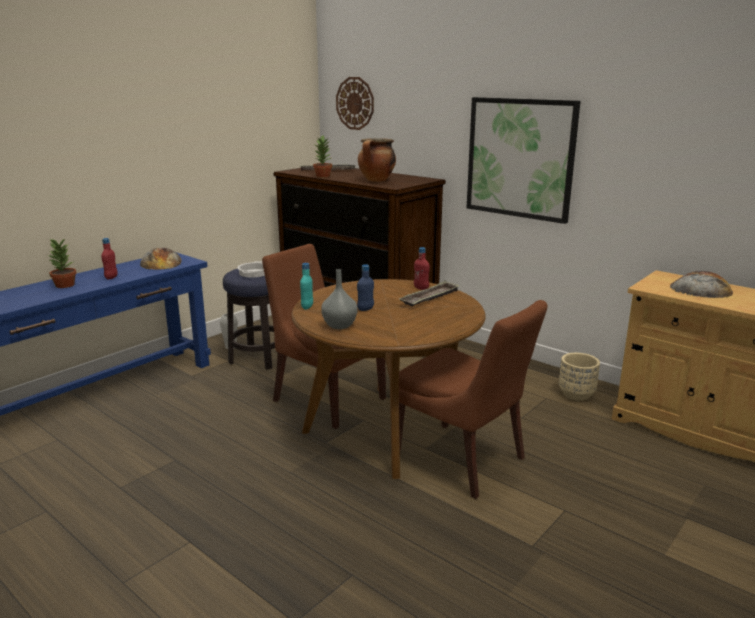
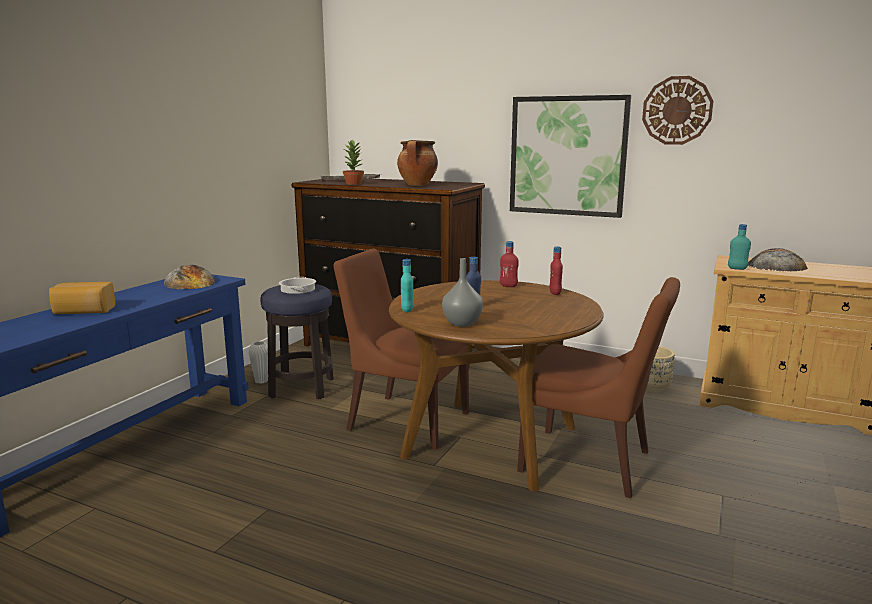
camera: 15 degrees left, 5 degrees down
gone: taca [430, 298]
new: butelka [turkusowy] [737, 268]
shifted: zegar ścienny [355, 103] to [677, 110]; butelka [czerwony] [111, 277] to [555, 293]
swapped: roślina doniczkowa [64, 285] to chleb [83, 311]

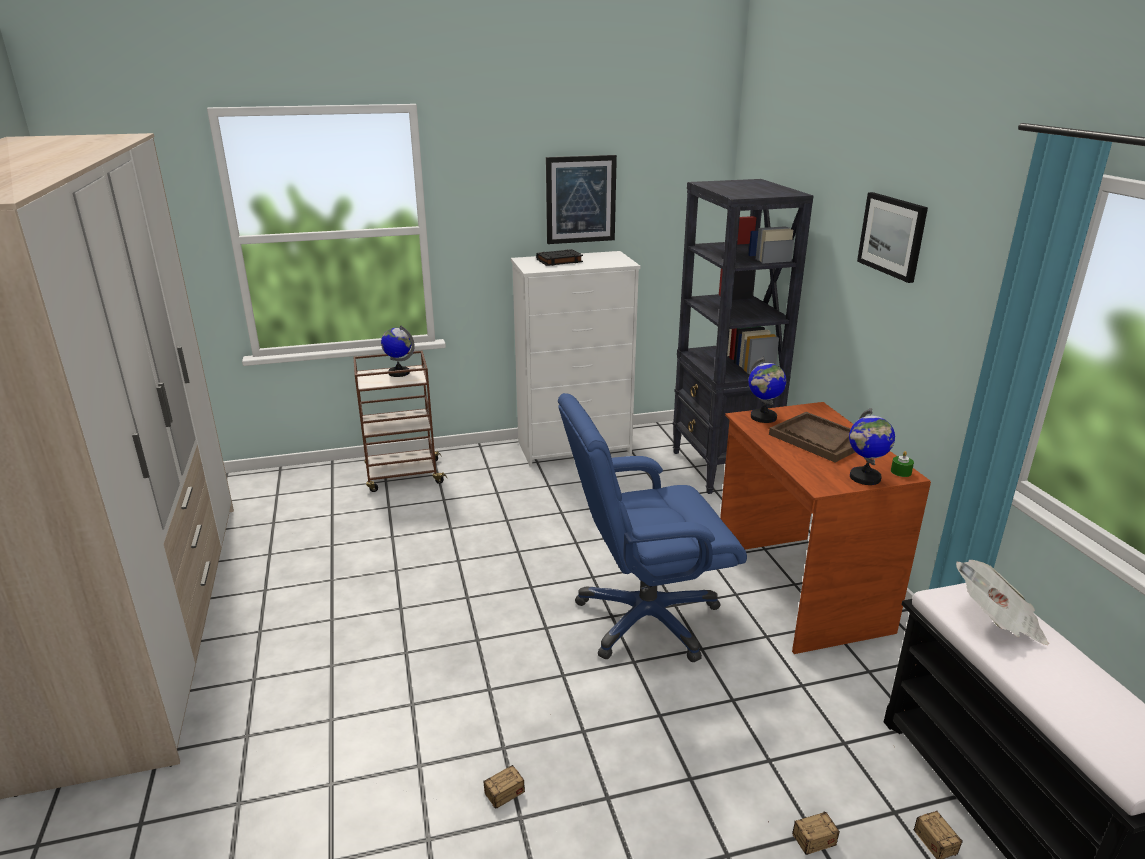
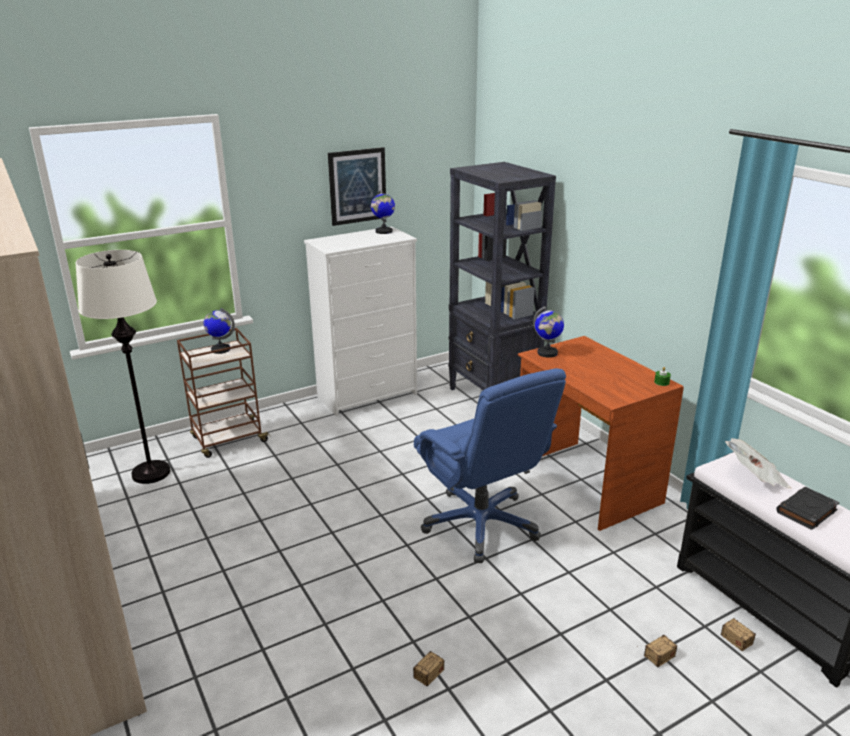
camera: 15 degrees left, 0 degrees up
gone: obraz [892, 236]; taca [brązowy] [818, 439]
new: lampa stojąca [biały] [151, 473]
shifted: książka [czarny] [559, 261] to [806, 511]; globus [864, 478] to [383, 231]
rotated: krzesło biurowe [niebieski] [645, 619] = [481, 524] 90 degrees counterclockwise

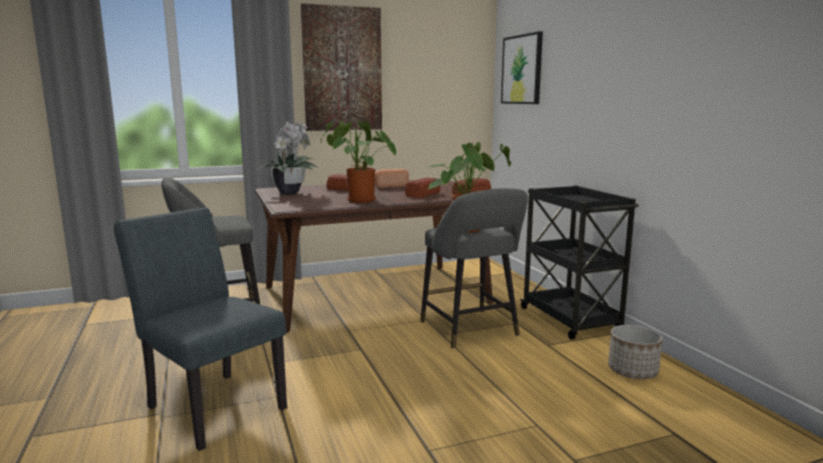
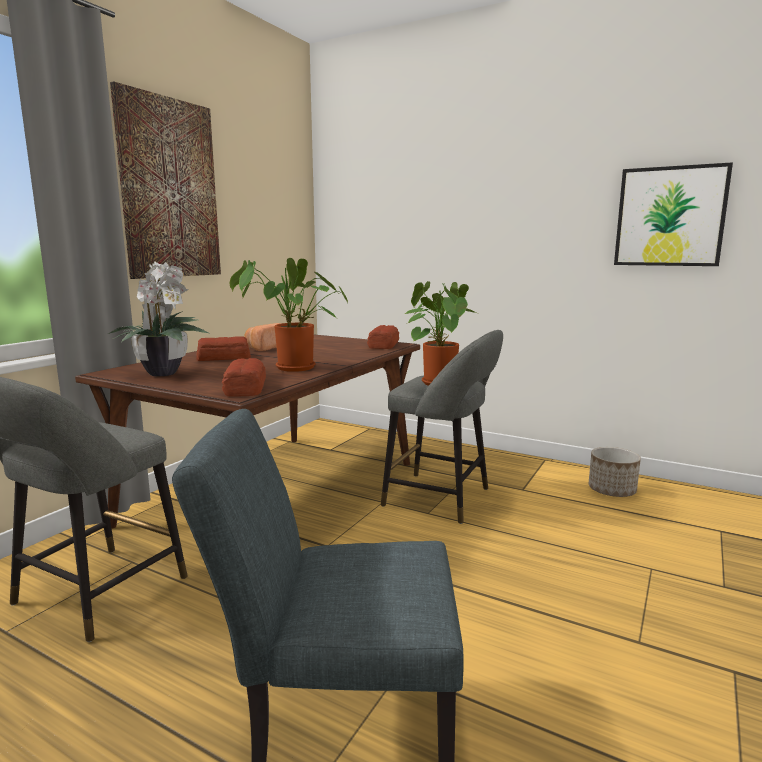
camera: 40 degrees left, 0 degrees up
gone: wózek [czarny] [570, 320]
shifted: obraz [522, 69] to [670, 217]; chleb [423, 194] to [246, 388]

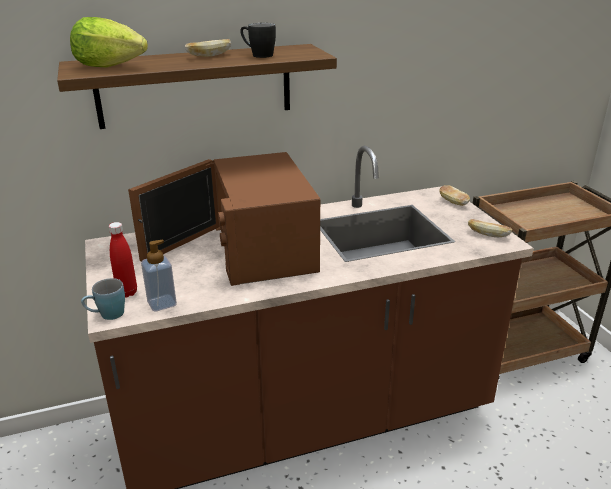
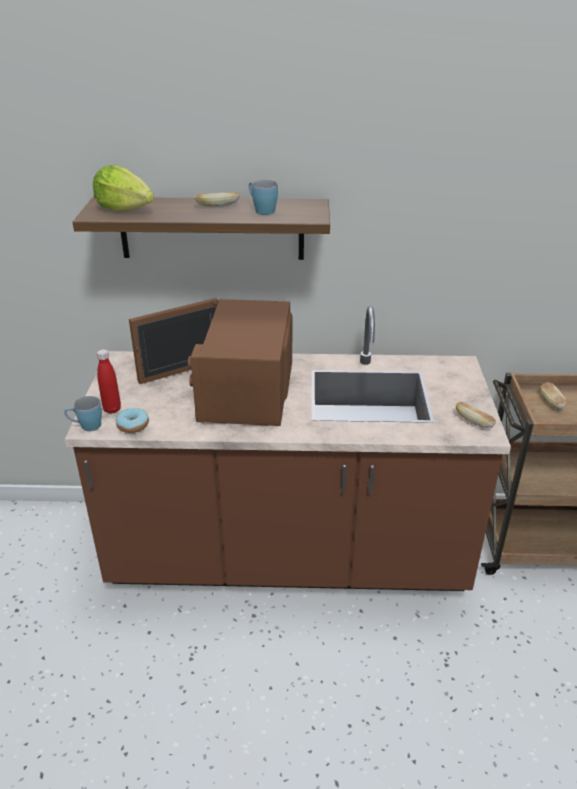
camera: 20 degrees right, 5 degrees up
shifted: chleb [453, 202] to [551, 402]
swapped: dozownik mydła [162, 303] to donut [133, 425]
repainted: kubek [czarny] [258, 55] to kubek [niebieski] [261, 210]

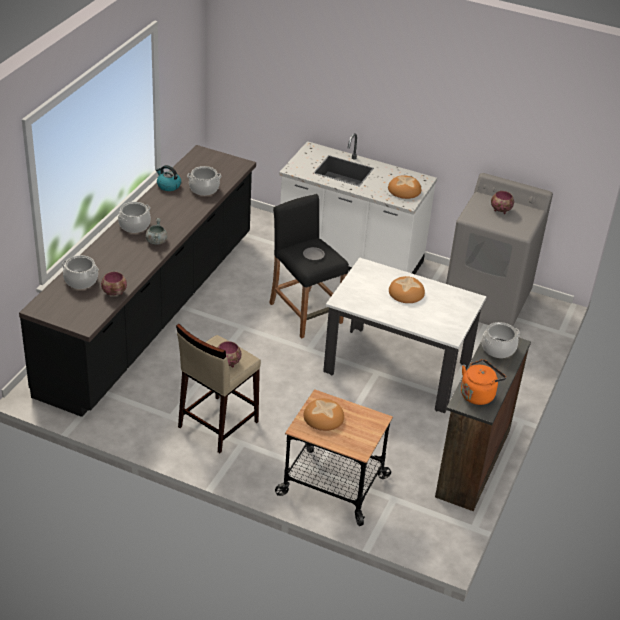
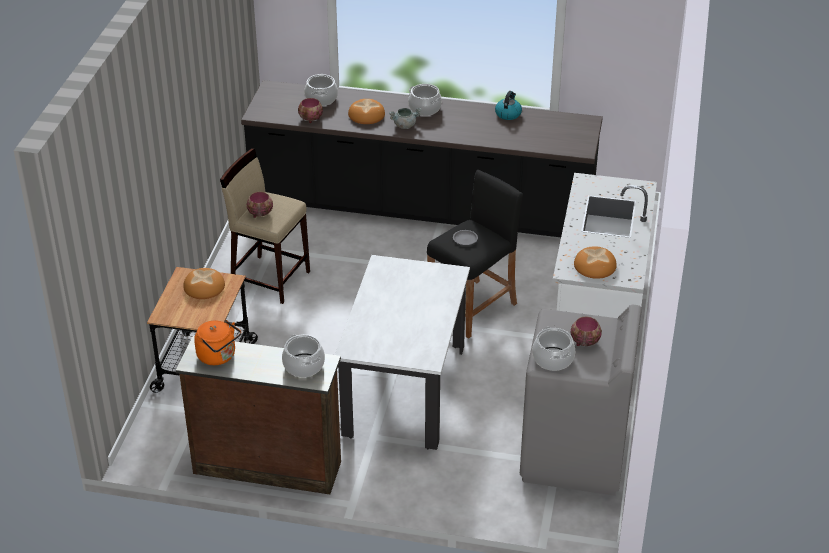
camera: 80 degrees right, 0 degrees up
shifted: garnek [204, 188] to [553, 359]; chleb [406, 293] to [366, 115]

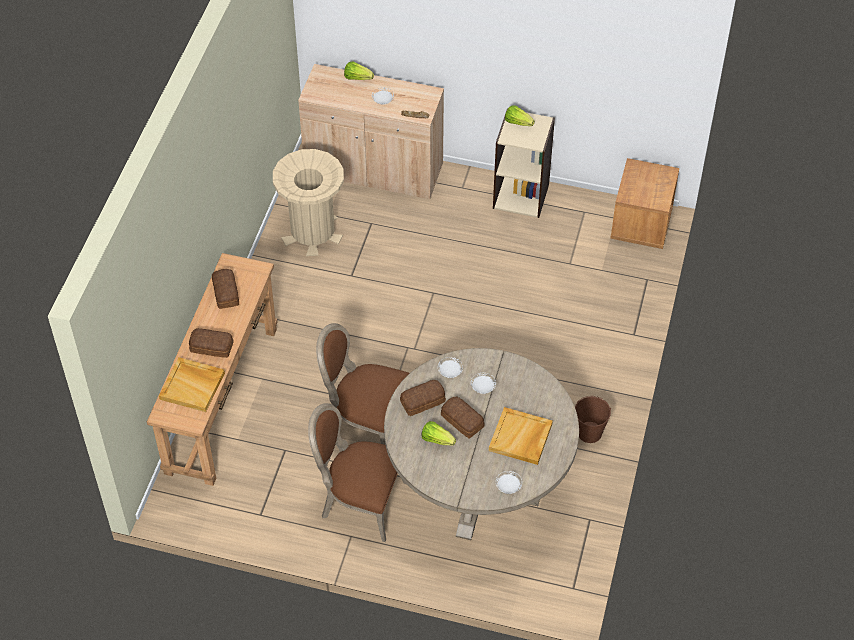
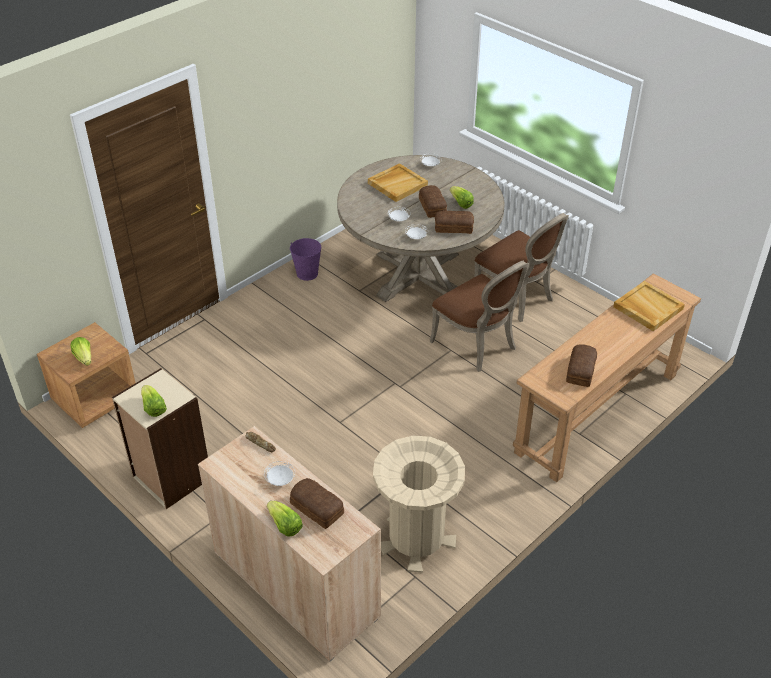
camera: 150 degrees left, 10 degrees down
new: sałata [84, 358]
shifted: chleb [212, 347] to [317, 507]
repainted: wiadro [brązowy] [589, 433] to wiadro [fioletowy] [307, 273]

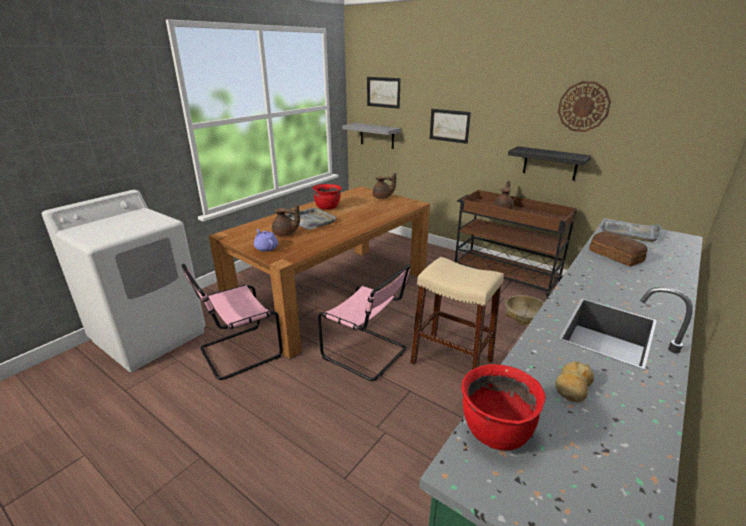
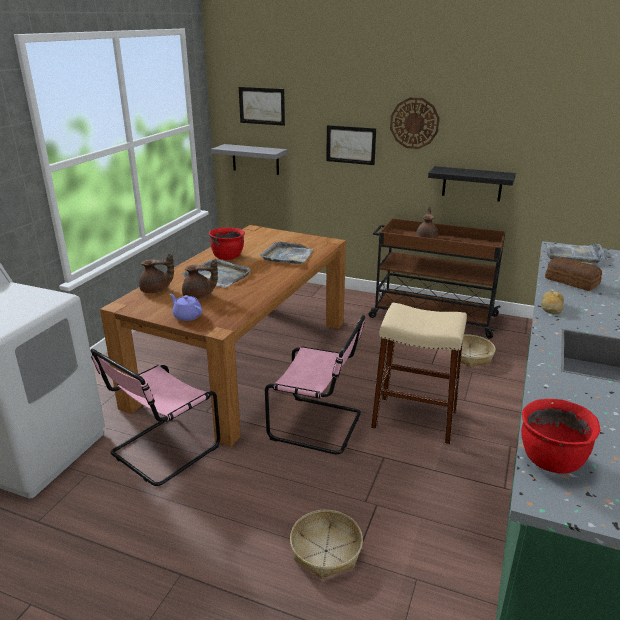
camera: 15 degrees left, 0 degrees up
new: taca [szary] [288, 256]; koszyk [326, 551]
shifted: zegar ścienny [583, 107] to [414, 123]; imbryk [brązowy] [382, 197] to [156, 290]; chleb [572, 387] to [551, 307]

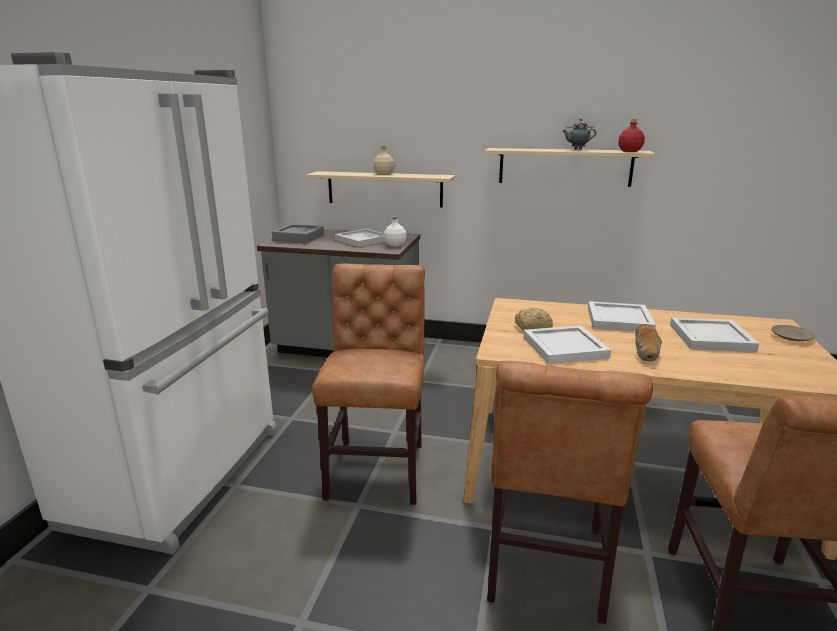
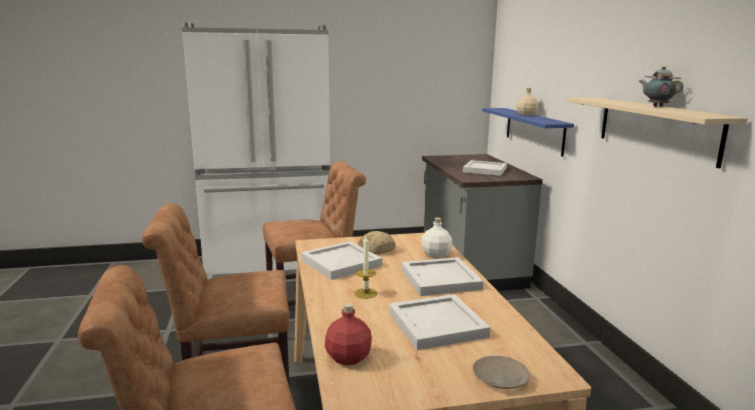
camera: 65 degrees right, 5 degrees down
gone: taca [szary] [298, 237]
shifted: butelka [czerwony] [629, 151] to [349, 358]; butelka [biały] [395, 245] to [435, 255]
swapped: chleb [646, 350] to świeca [365, 293]
repainted: półka [beżowy] [384, 189] to półka [niebieski] [534, 130]

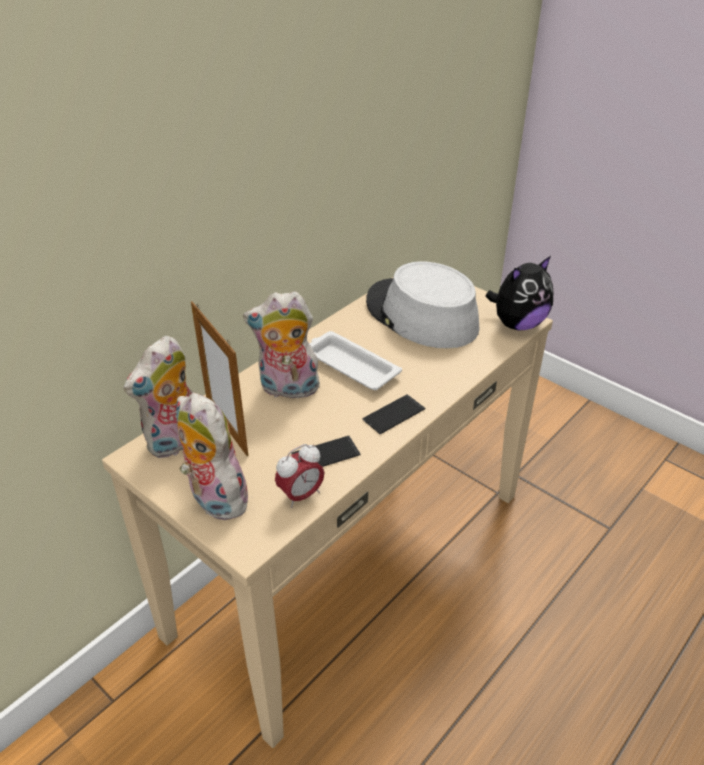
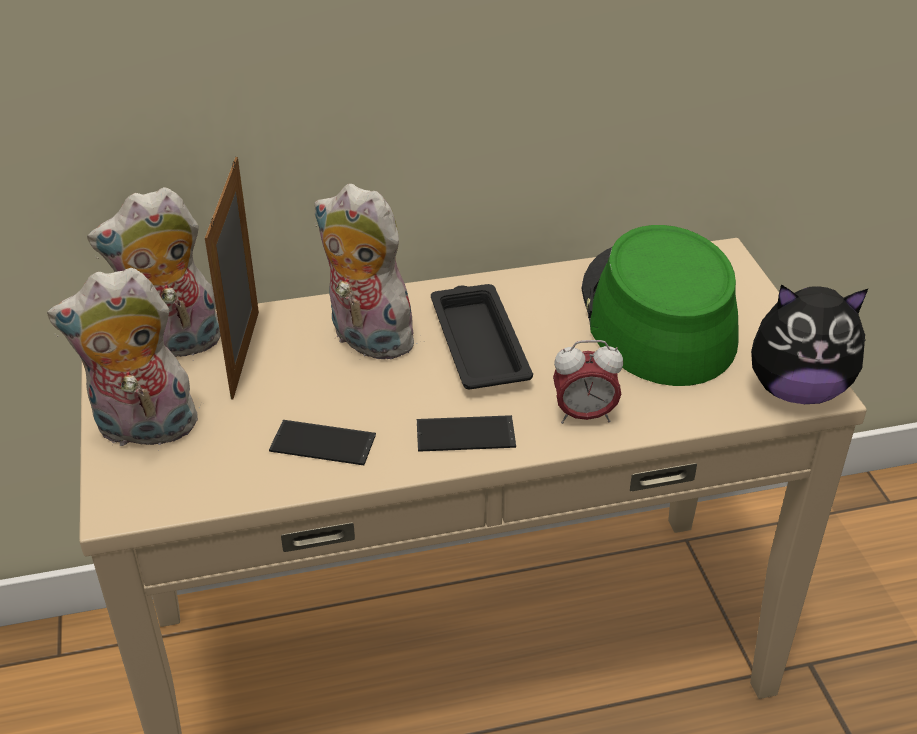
camera: 35 degrees right, 0 degrees up
shifted: budzik [301, 495] to [584, 415]
repainted: kapelusz [szary] [421, 315] to kapelusz [zielony] [655, 316]; taca [biały] [350, 365] to taca [czarny] [478, 343]
rotated: pluszak [214, 498] = [143, 430] 90 degrees counterclockwise

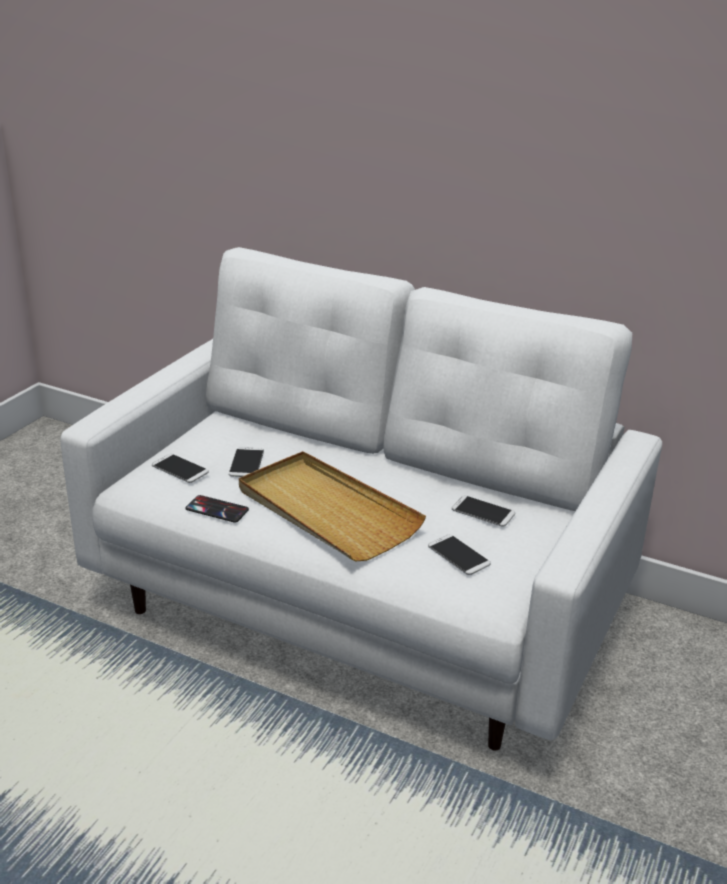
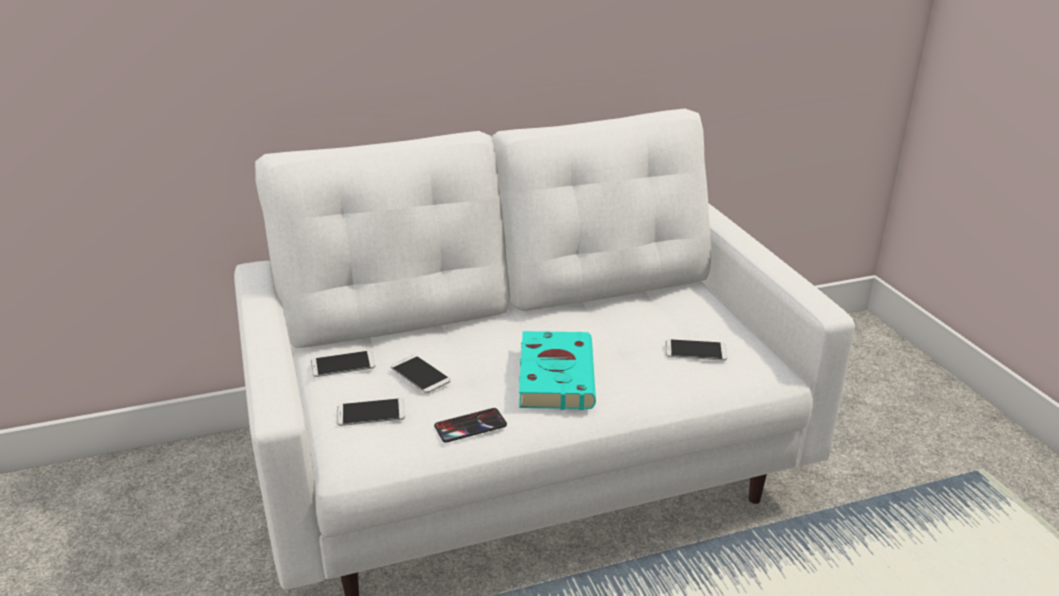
camera: 45 degrees left, 0 degrees up
shifted: telefon [483, 512] to [343, 365]
swapped: taca [beżowy] [326, 511] to książka [turkusowy] [555, 374]

